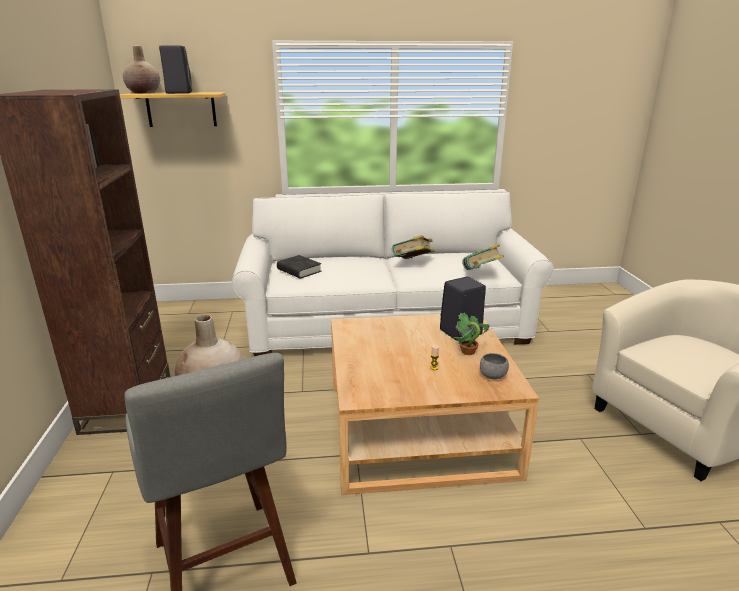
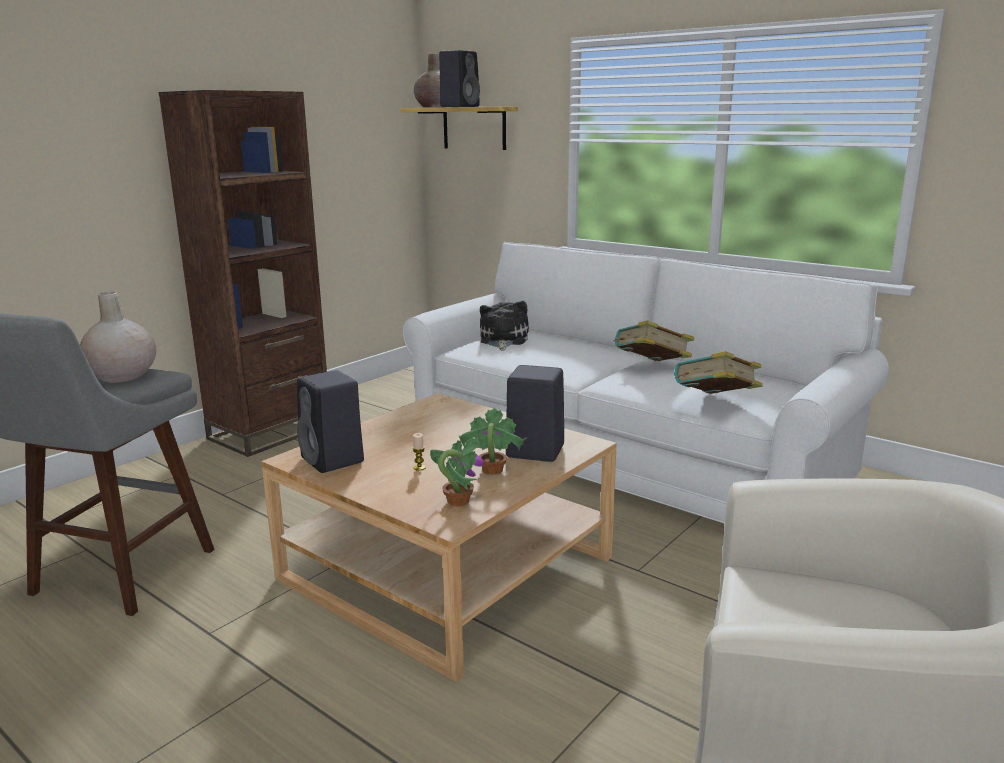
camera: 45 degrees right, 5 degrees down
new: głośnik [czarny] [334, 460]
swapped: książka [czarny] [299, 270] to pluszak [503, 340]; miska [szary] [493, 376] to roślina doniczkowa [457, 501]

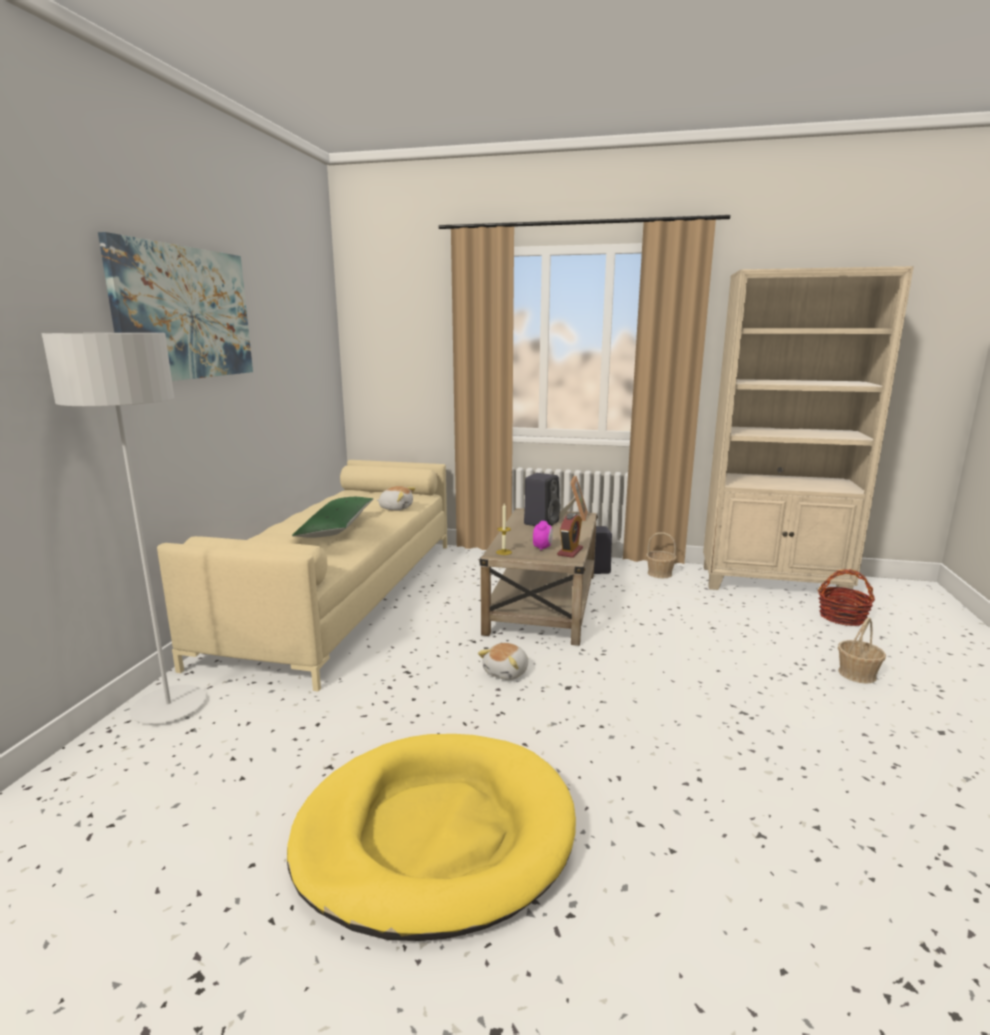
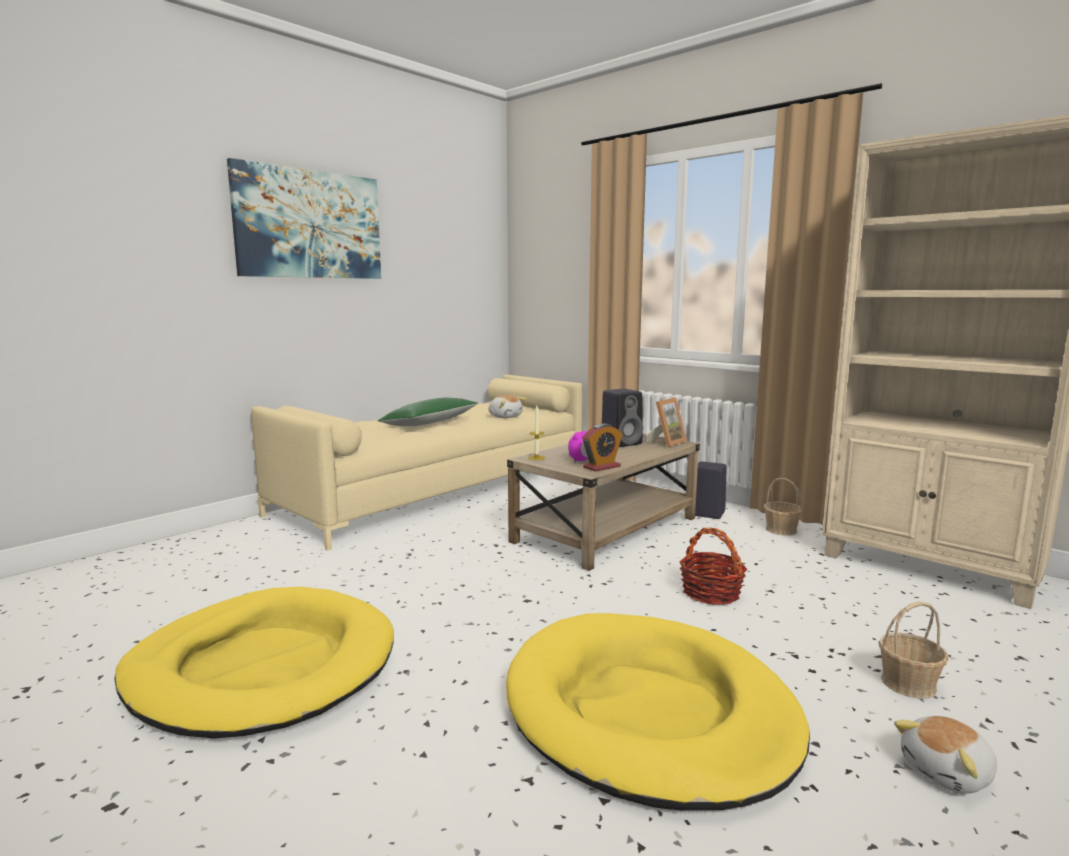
camera: 30 degrees right, 5 degrees down
gone: lampa stojąca [szary] [169, 707]
new: legowisko [żółty] [648, 712]
shifted: koszyk [842, 617] to [711, 593]; pluszak [507, 672] to [948, 773]

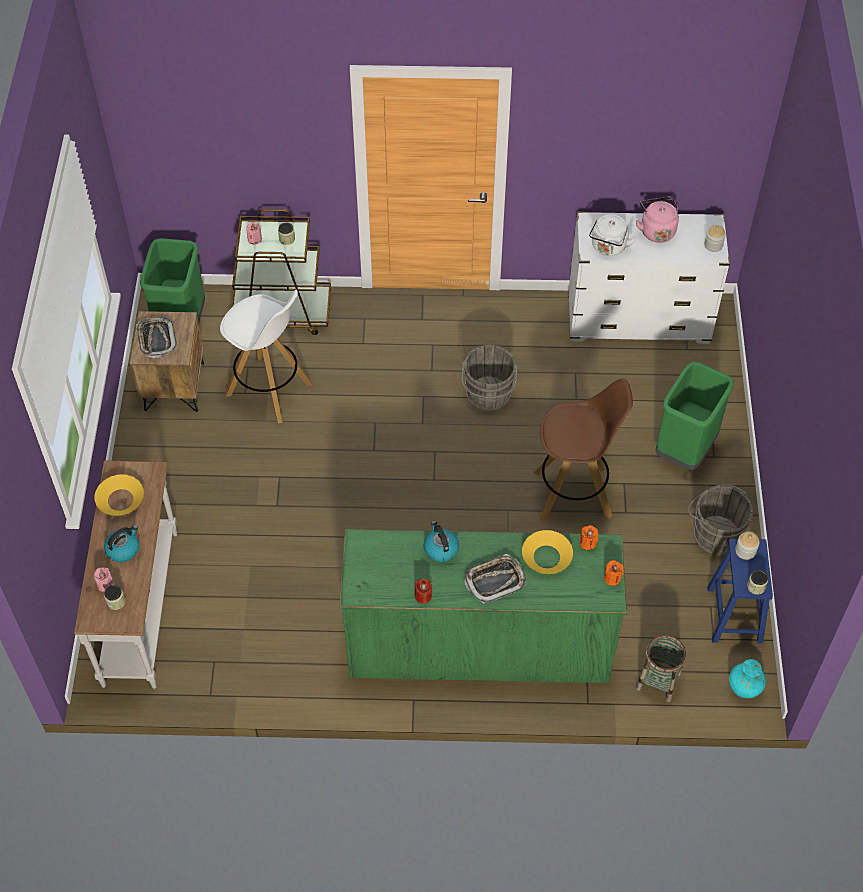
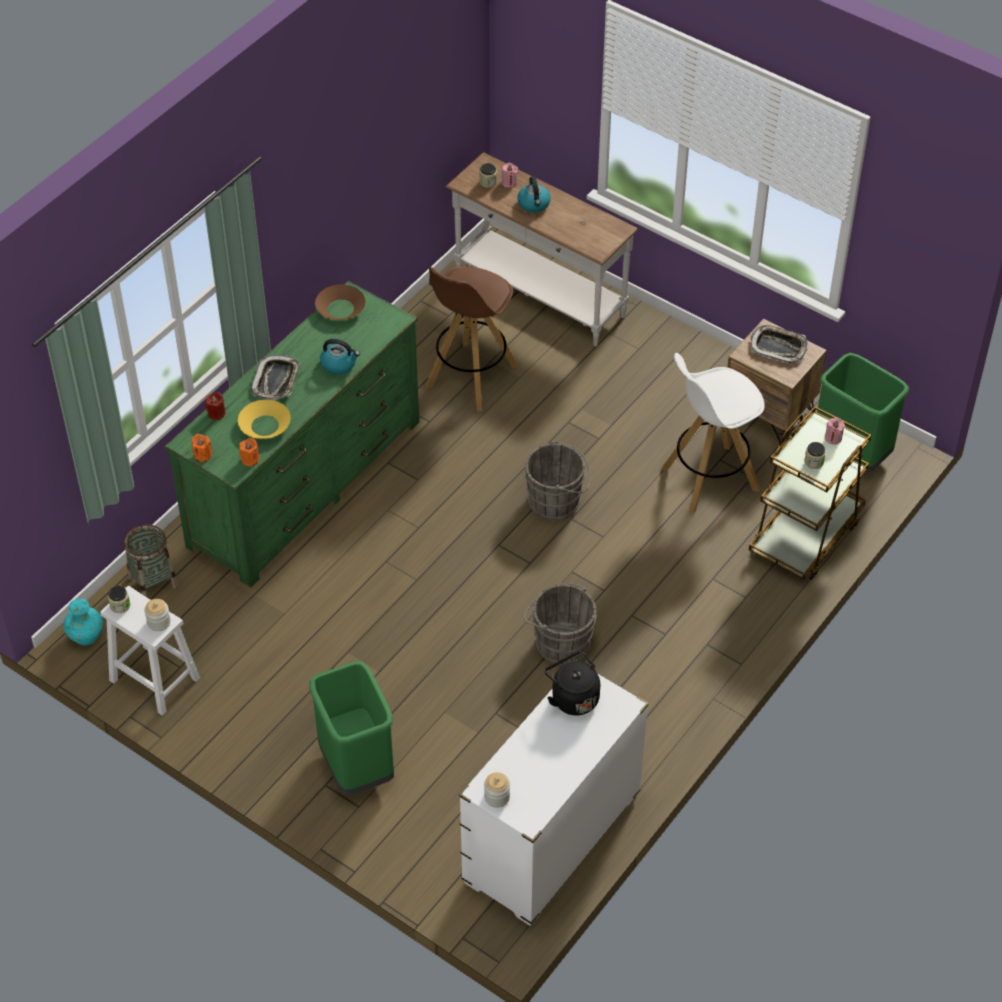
camera: 125 degrees right, 5 degrees down
gone: czajnik [różowy] [656, 230]; miska [żółty] [120, 500]
new: miska [brązowy] [341, 308]
shifted: stołek [brązowy] [574, 494] to [471, 377]; wiadro [szary] [714, 533] to [557, 501]; świeca [czerwony] [423, 596] to [216, 413]
repainted: czajnik [biały] [608, 248] to czajnik [czarny] [572, 697]; stołek [niebieski] [735, 616] to stołek [biały] [153, 679]

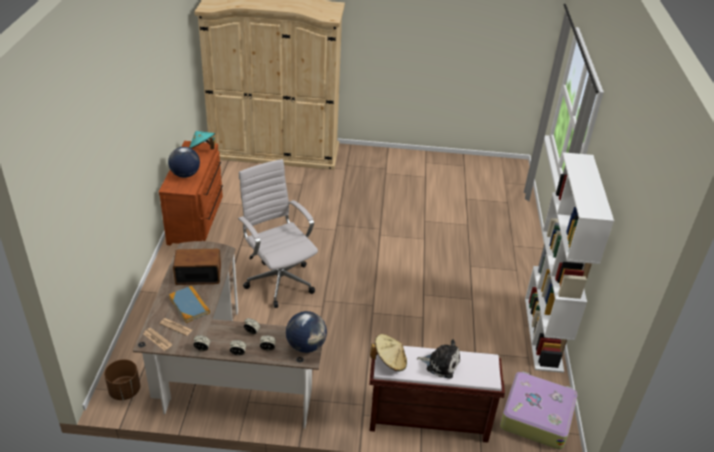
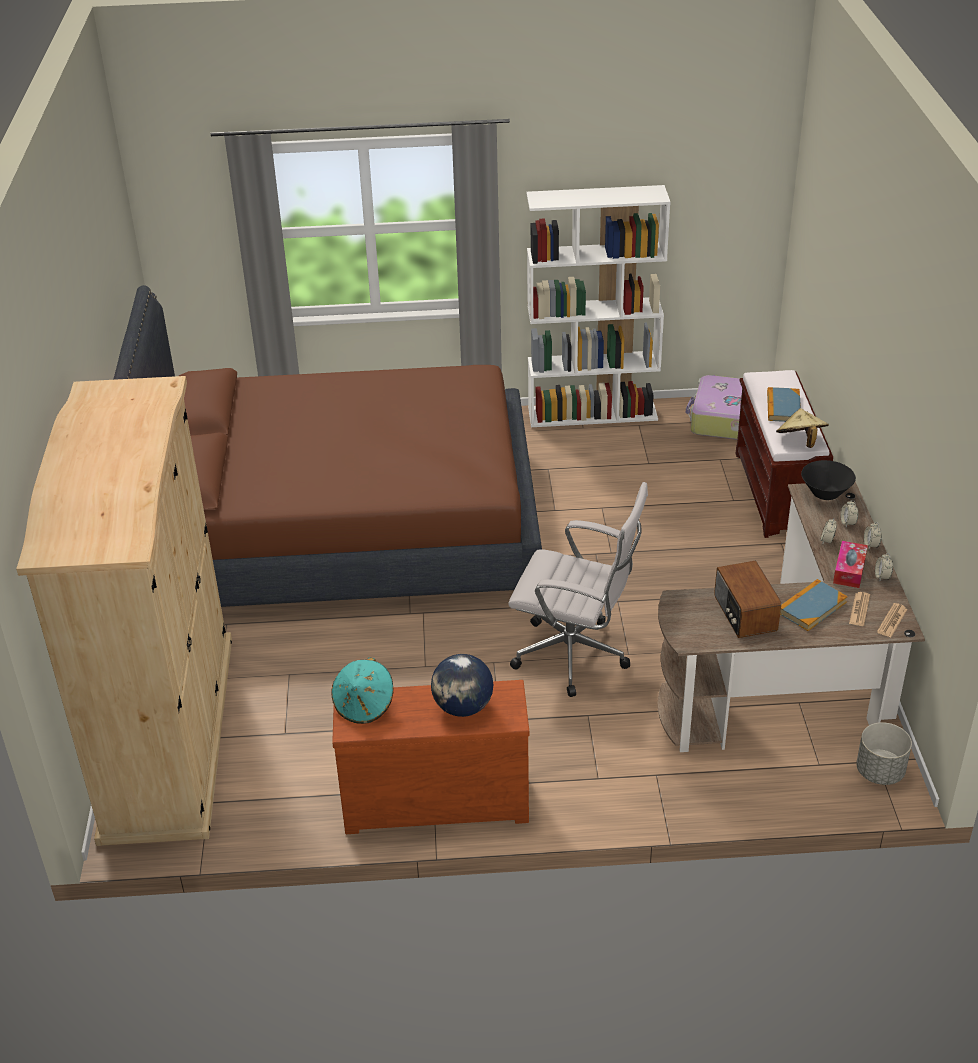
camera: 95 degrees left, 0 degrees up
new: łóżko [brązowy] [344, 531]; pudełko chusteczek [849, 570]
swapped: globus [306, 345] to miska [czarny] [825, 493]; pluszak [440, 364] to książka [783, 407]
repainted: donica [brązowy] [125, 391] to donica [szary] [879, 771]
rotated: krzesło biurowe [biały] [278, 280] = [576, 656] 120 degrees counterclockwise

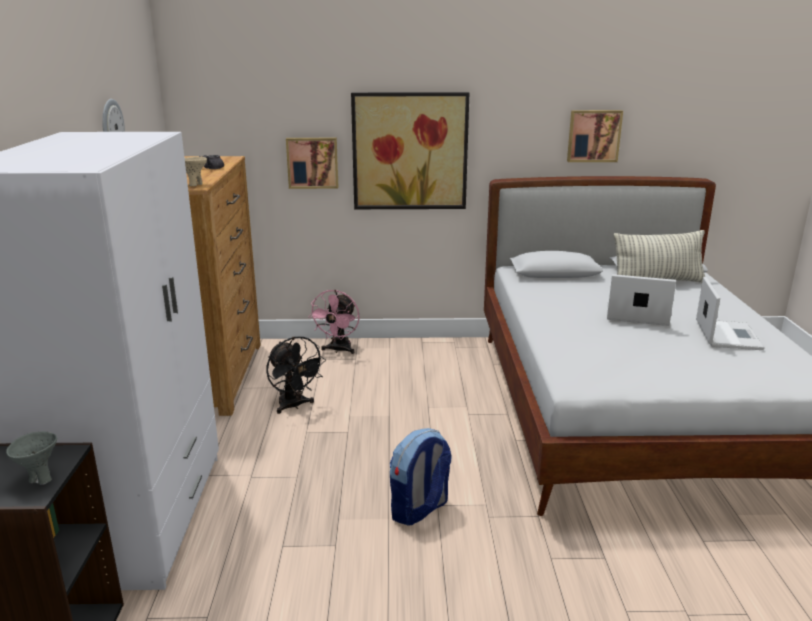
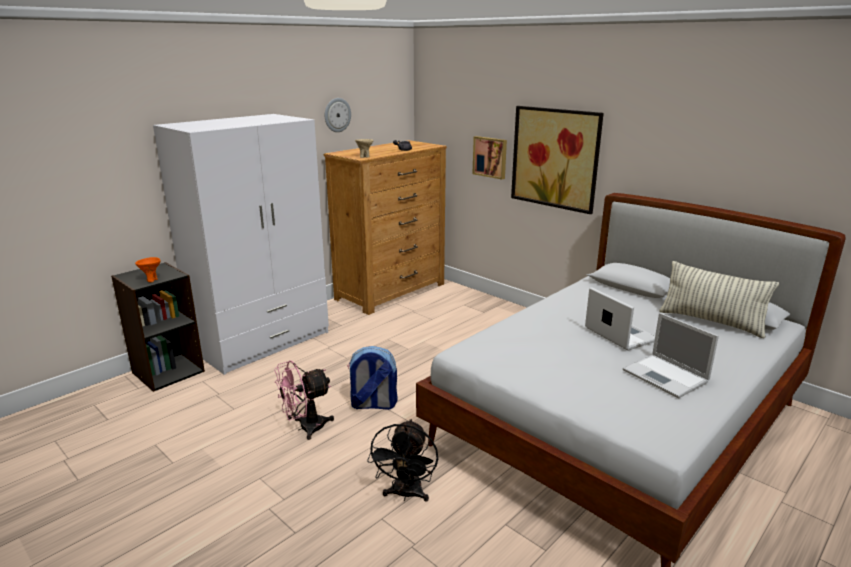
camera: 45 degrees right, 0 degrees up
gone: obraz [593, 136]
shifted: wentylator [różowy] [338, 350] to [305, 428]; wentylator [czarny] [294, 406] to [406, 495]
repainted: miska [szary] [40, 479] to miska [pomarańczowy] [151, 280]
rotated: laptop [727, 335] = [666, 376] 90 degrees clockwise

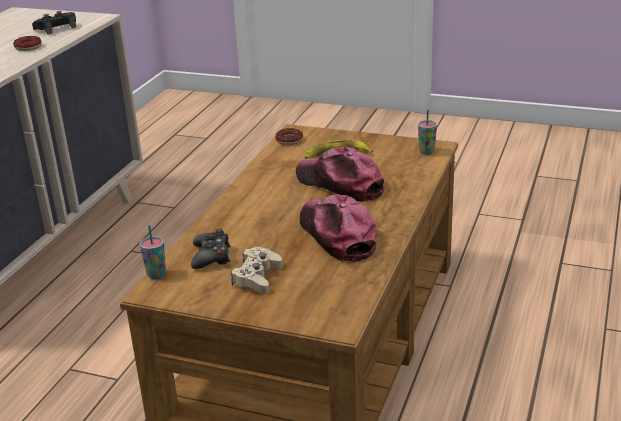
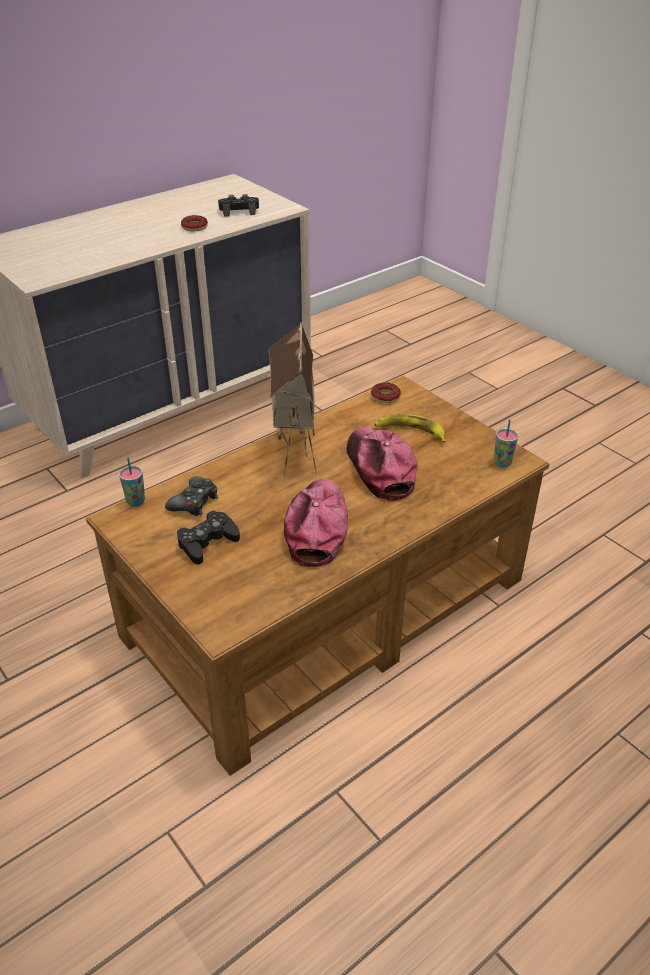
camera: 30 degrees right, 10 degrees up
new: domek [293, 450]
repainted: pad do gier [beżowy] [257, 277] to pad do gier [czarny] [207, 542]

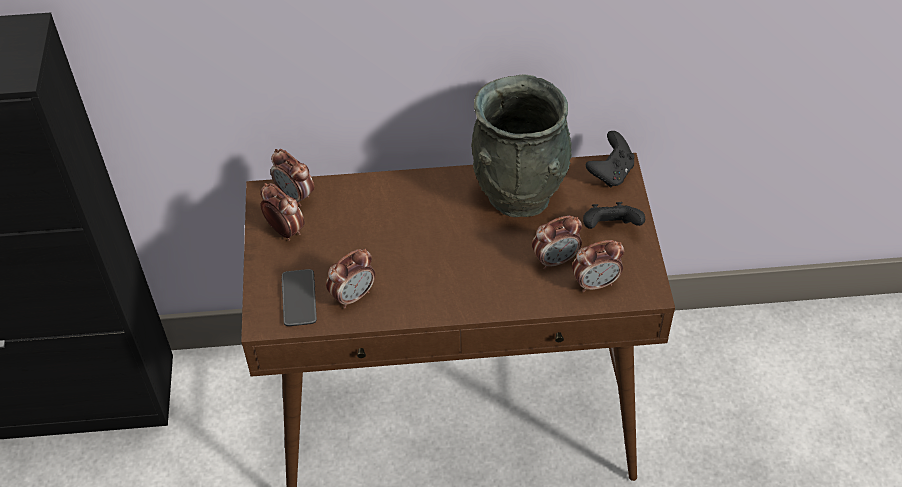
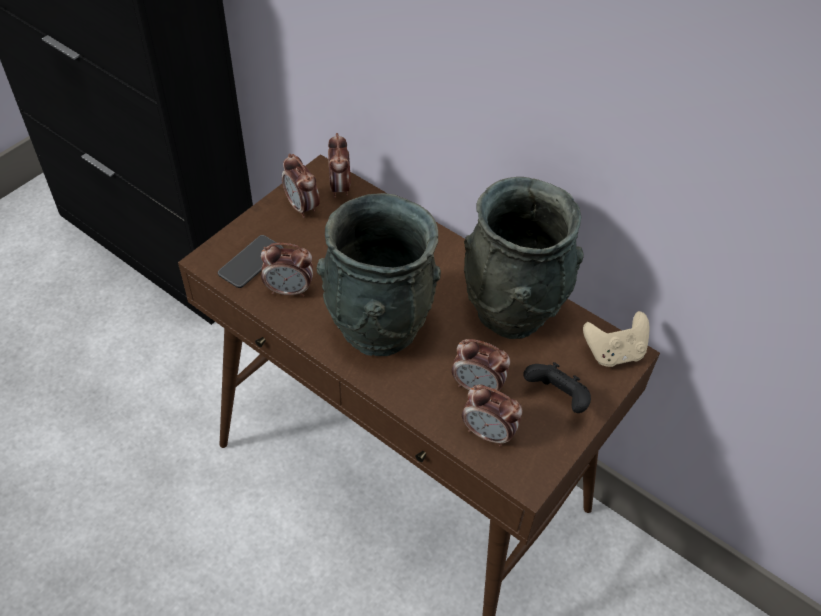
camera: 40 degrees right, 0 degrees up
new: wazon [szary] [378, 329]
repainted: pad do gier [czarny] [610, 173] to pad do gier [beżowy] [614, 352]
rotated: budzik [285, 230] = [302, 207] 150 degrees clockwise

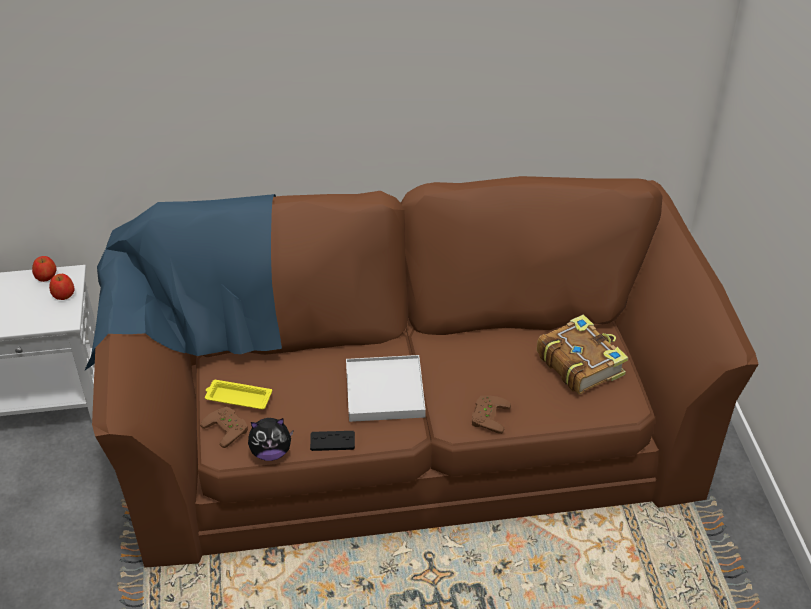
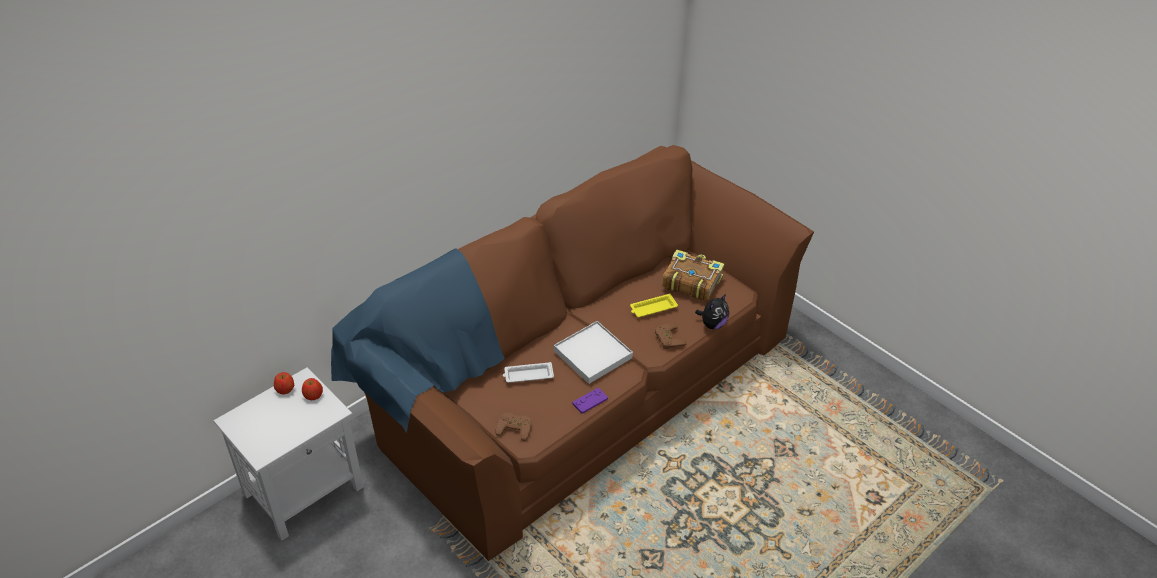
camera: 35 degrees left, 0 degrees up
new: taca [biały] [528, 375]
shifted: taca [żółty] [237, 398] to [652, 308]; pluszak [271, 452] to [712, 324]
repainted: pad do gier [czarny] [332, 441] to pad do gier [fioletowy] [590, 401]

